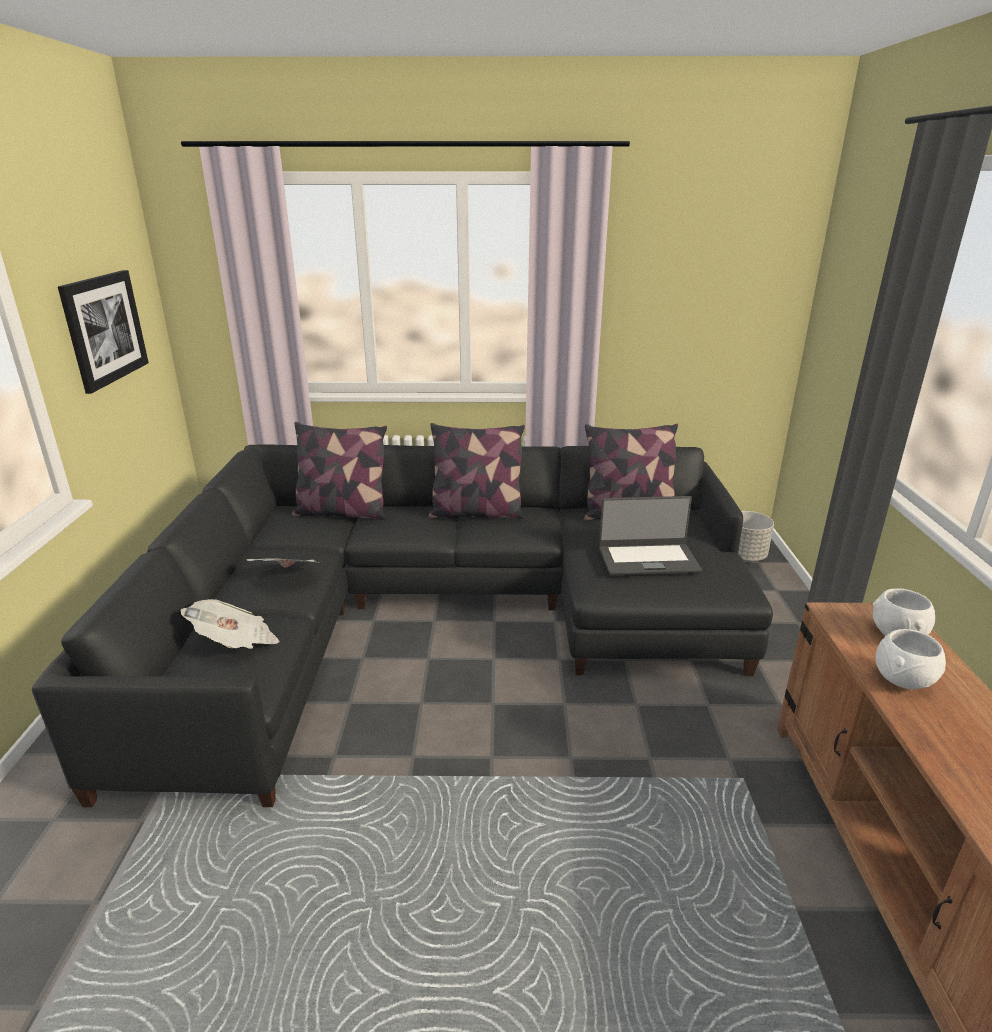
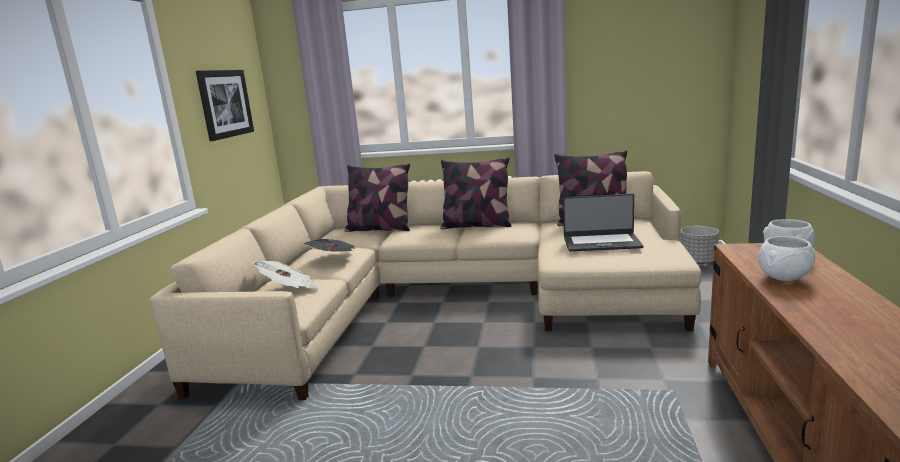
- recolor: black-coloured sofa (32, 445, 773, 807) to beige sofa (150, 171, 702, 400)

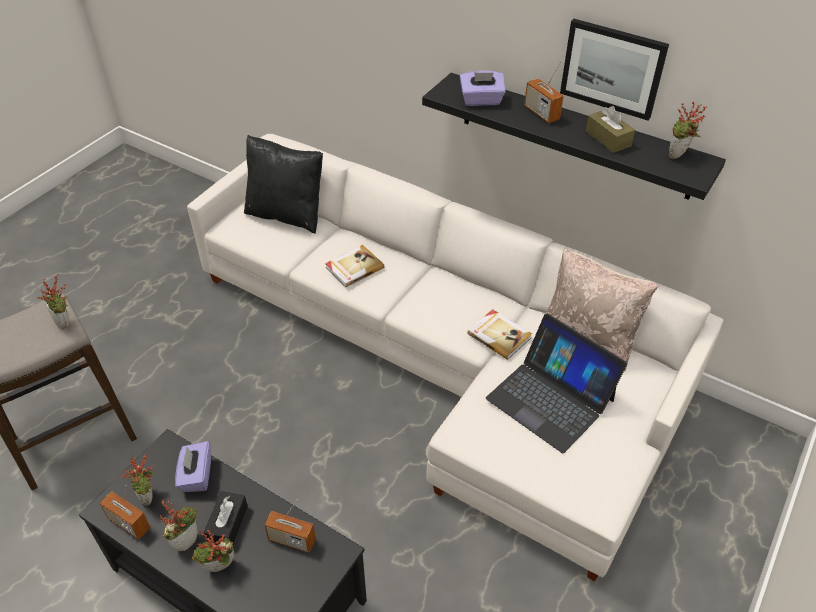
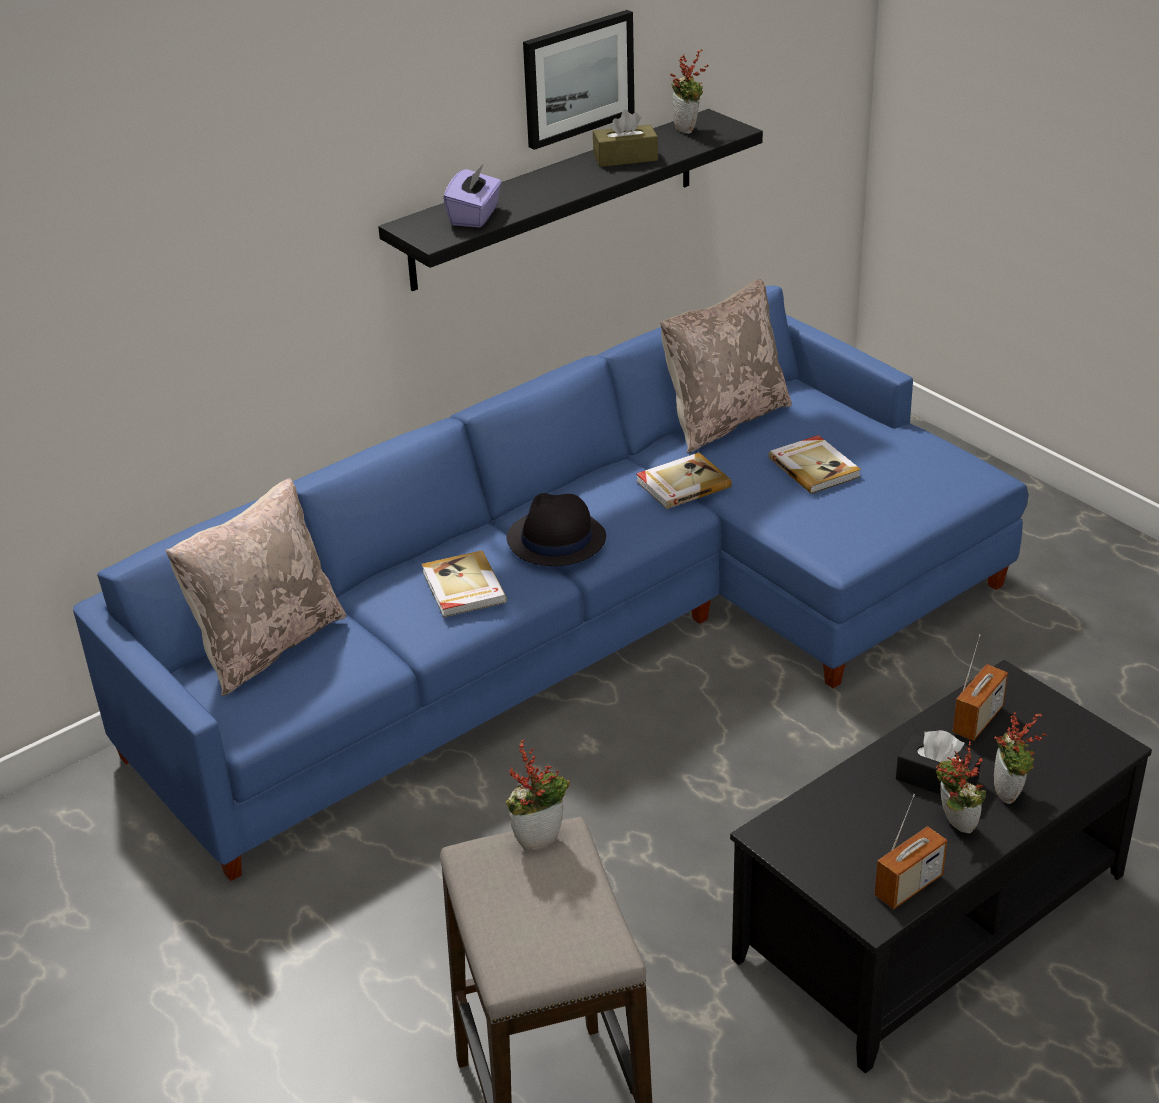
- delete: houseplant (121, 455, 155, 506)
- delete: purple-coloured box of tissues (175, 441, 211, 492)
- recolor: white sofa (187, 134, 723, 581) to blue-coloured sofa (73, 286, 1029, 881)
- recolor: black-coloured pillow (244, 135, 323, 234) to beige pillow (166, 478, 346, 696)
- replace: laptop (486, 314, 627, 453) to bound book (769, 435, 861, 494)
- delete: radio receiver (524, 61, 564, 123)
- insert: black-coloured clothing hat (506, 493, 606, 566)

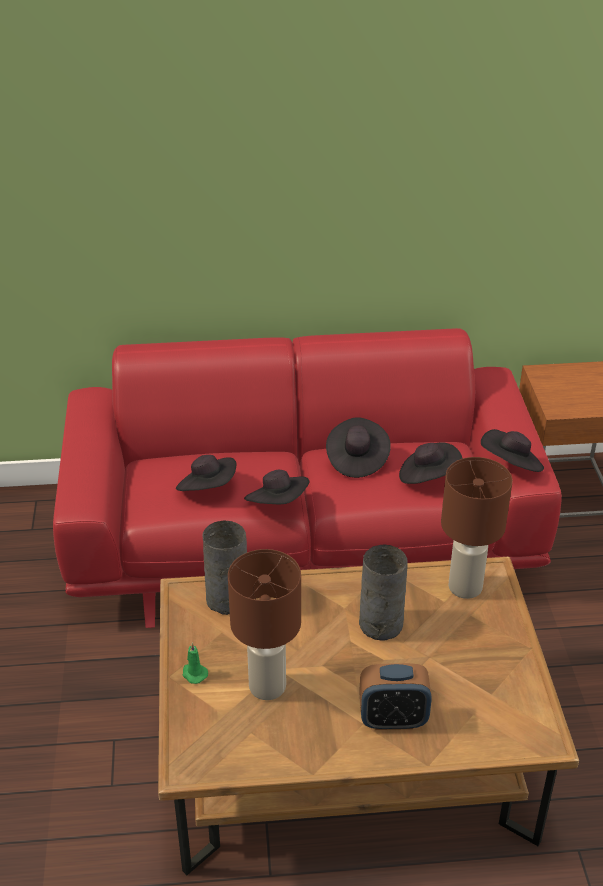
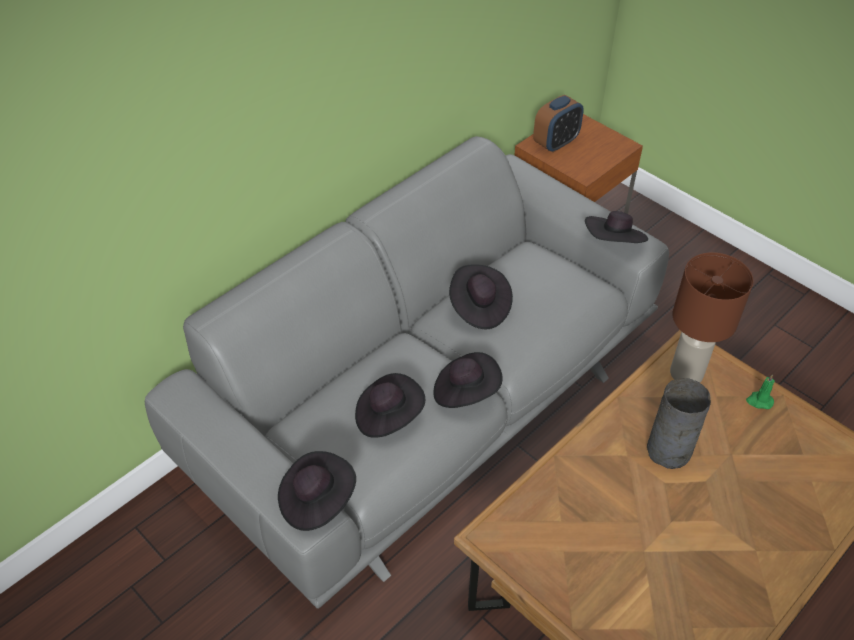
- recolor: reddish sofa (53, 328, 562, 628) to gray sofa (145, 136, 669, 609)
- move: green candle (182, 643, 208, 684) to (746, 374, 775, 409)
- delete: gray flower vase (203, 521, 247, 615)
- delete: brown tabletop lamp (228, 549, 301, 700)
- move: alarm clock (359, 663, 432, 730) to (533, 95, 584, 153)
- move: black-coloured clothing hat (399, 442, 462, 484) to (278, 451, 356, 531)

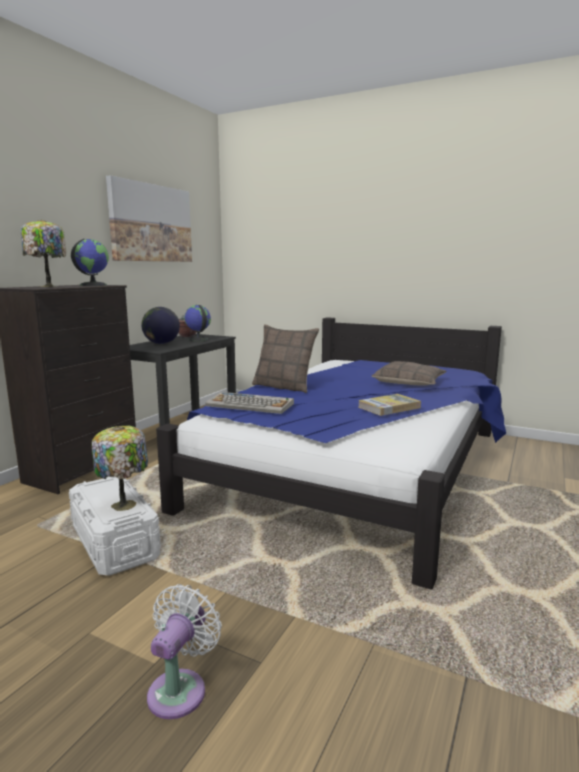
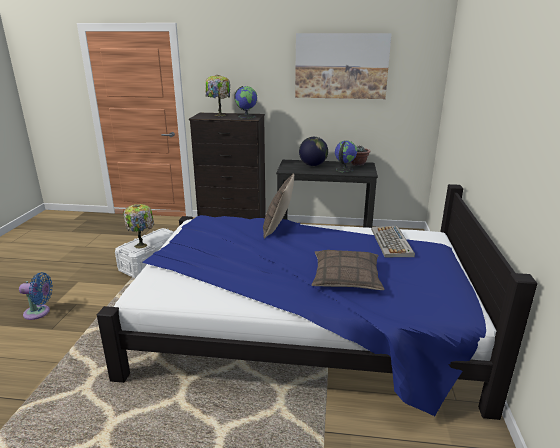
- recolor: white cooling fan (147, 584, 222, 719) to blue-coloured cooling fan (19, 272, 53, 320)
- move: keyboard (205, 392, 294, 414) to (371, 226, 415, 257)
- delete: bound book (358, 394, 421, 416)

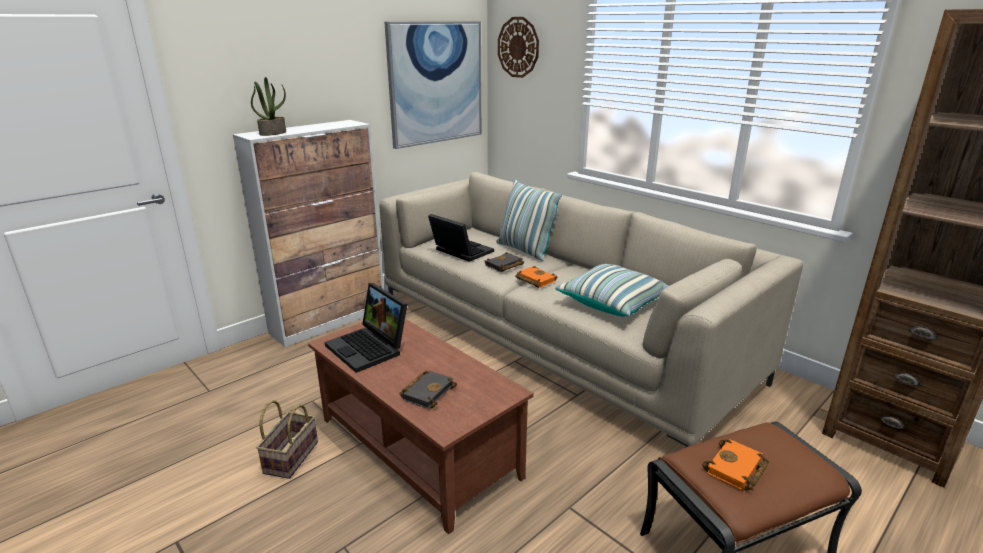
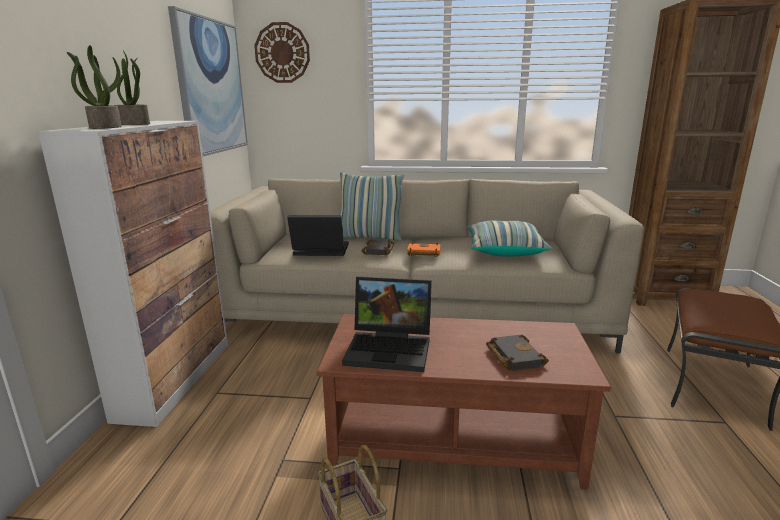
- delete: orange-coloured bound book (702, 439, 769, 491)
- insert: houseplant (116, 50, 150, 125)

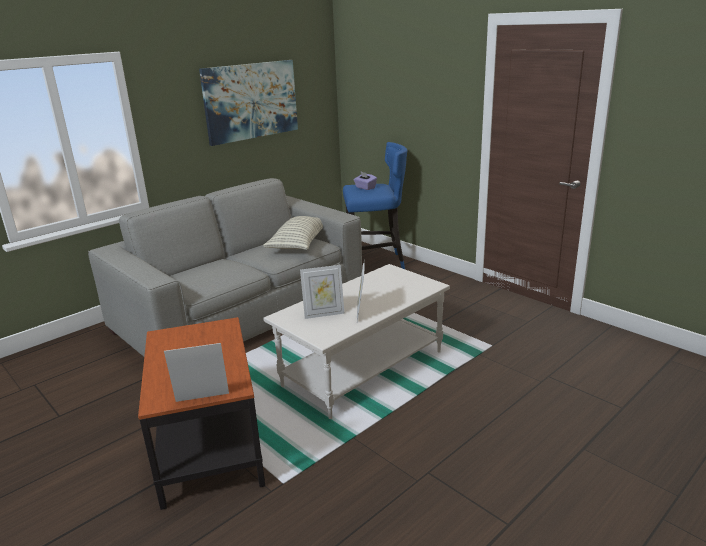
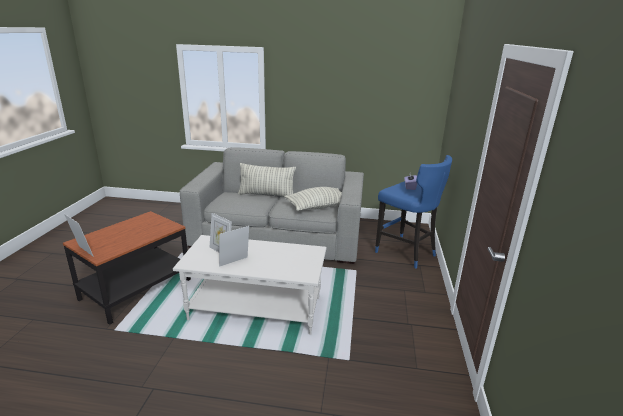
- delete: picture (199, 60, 298, 146)
- insert: pillow (238, 163, 296, 197)

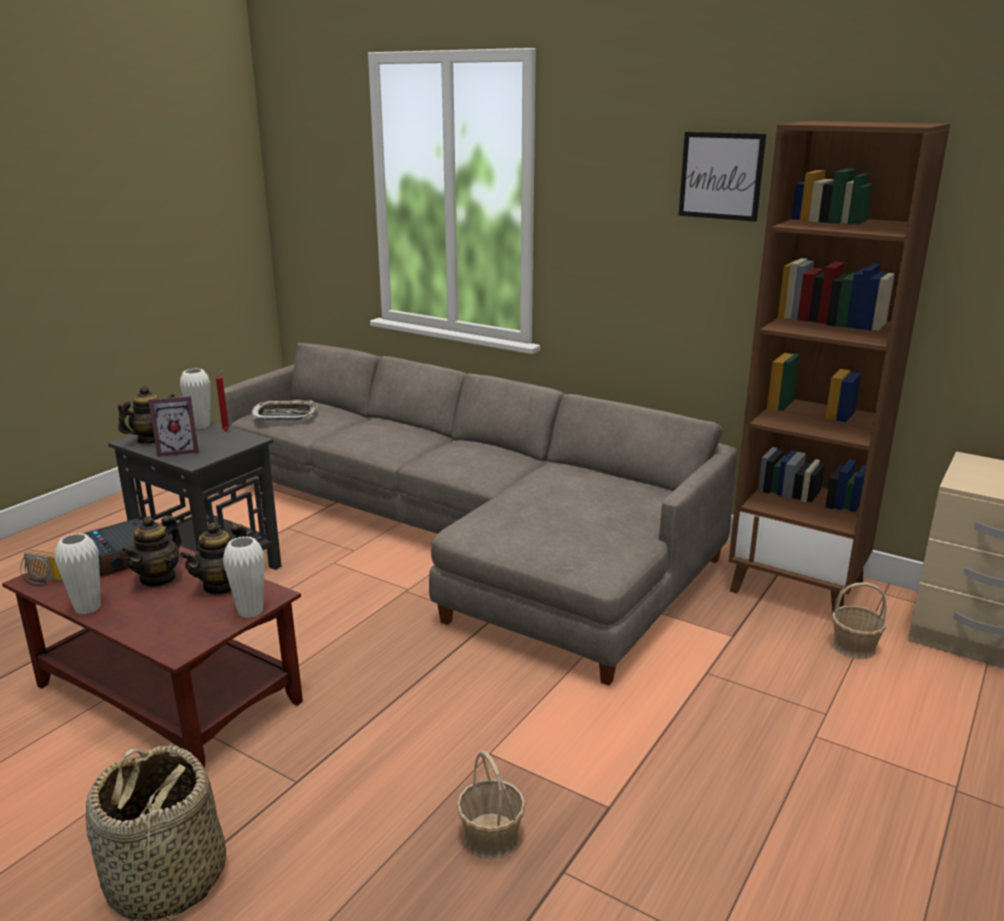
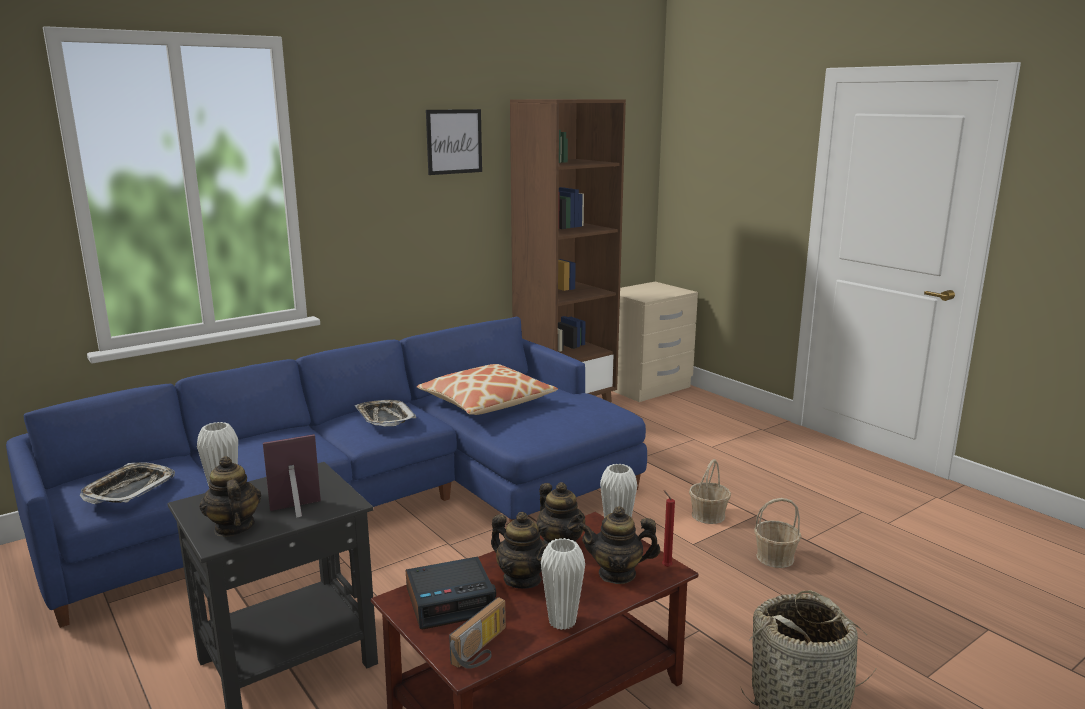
- rotate: standing frame (148, 396, 199, 457) = (263, 434, 321, 518) 120 degrees counterclockwise
- move: reddish candle (216, 370, 229, 431) to (662, 490, 675, 567)
- recolor: gray sofa (224, 343, 737, 686) to blue-coloured sofa (6, 317, 647, 628)
- move: household basket (832, 582, 887, 659) to (689, 459, 731, 524)
- insert: carrying tray (355, 400, 416, 426)
- insert: pillow (417, 364, 558, 415)
- insert: teapot (578, 506, 660, 584)

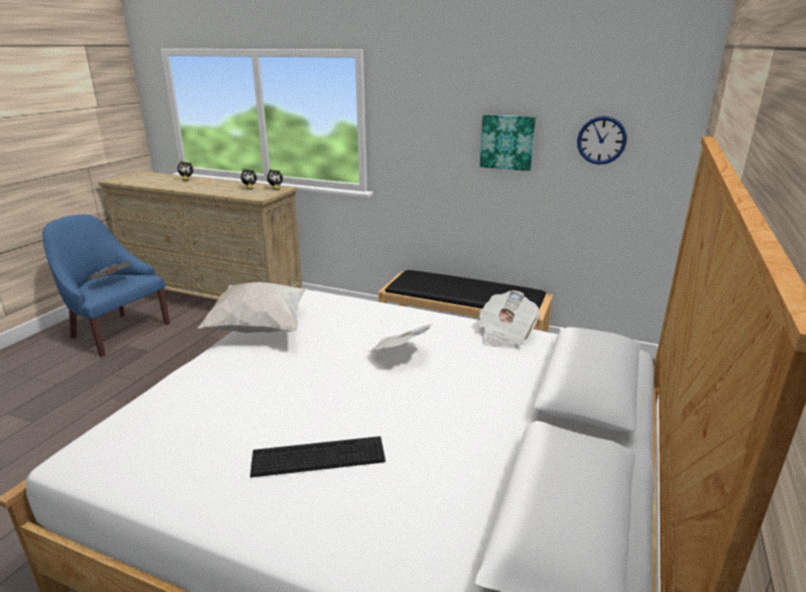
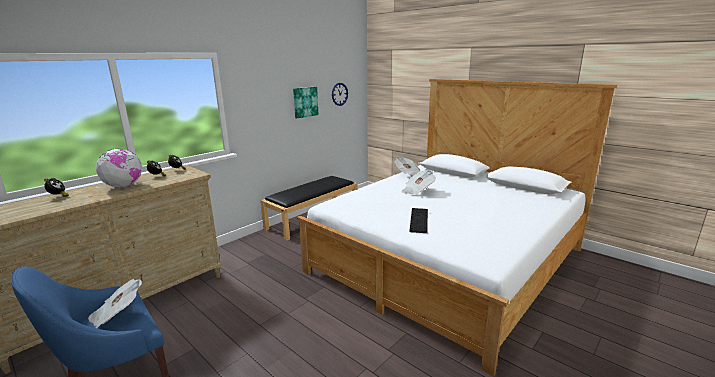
- delete: white pillow (198, 282, 308, 333)
- move: keyboard (250, 436, 386, 477) to (409, 208, 428, 233)
- insert: world globe (96, 149, 142, 188)

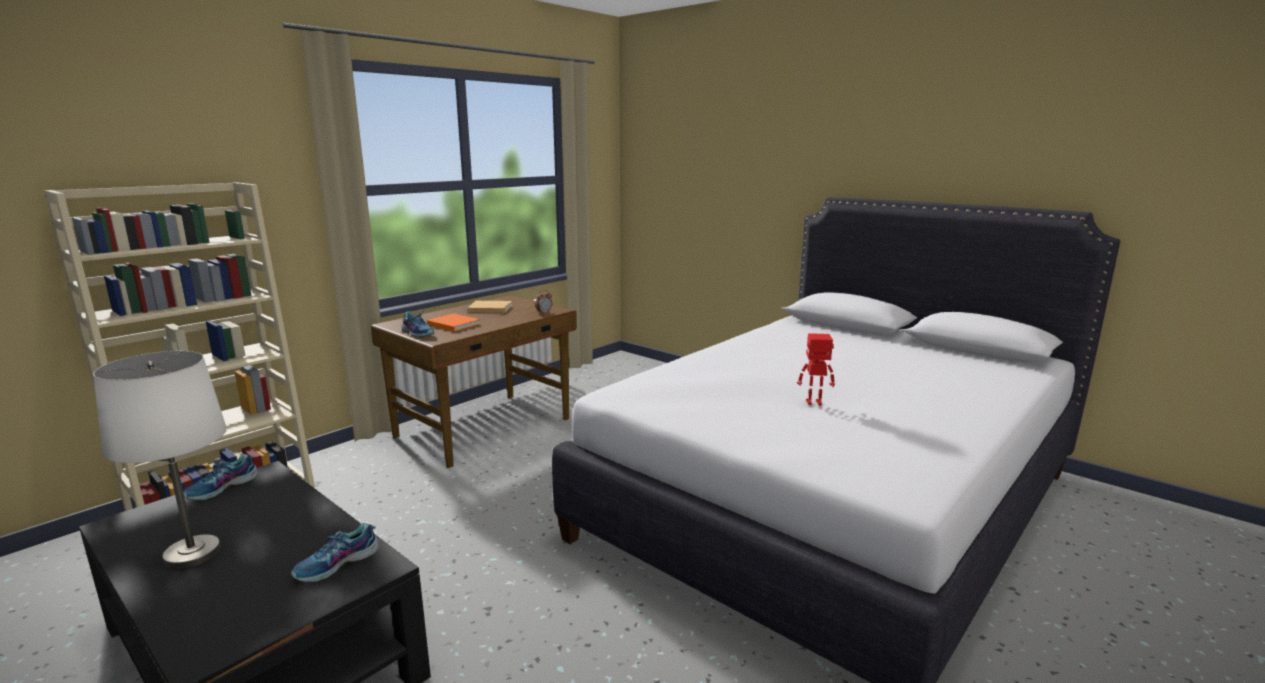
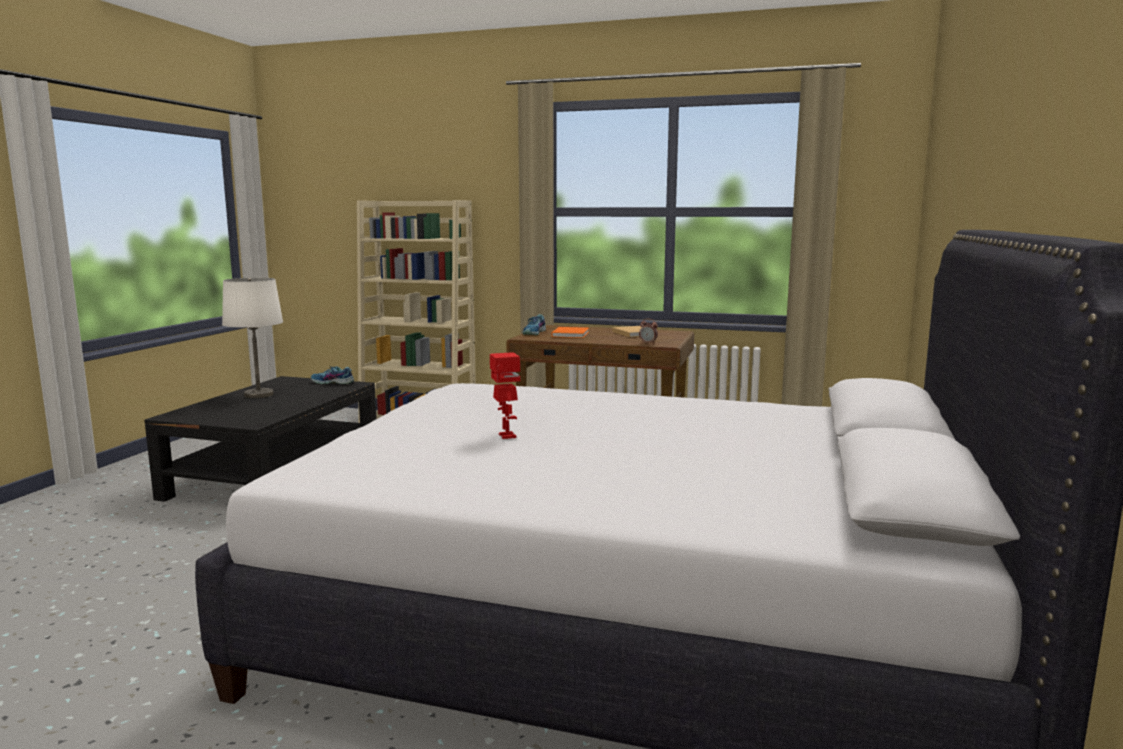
- delete: low shoe (291, 523, 379, 582)

